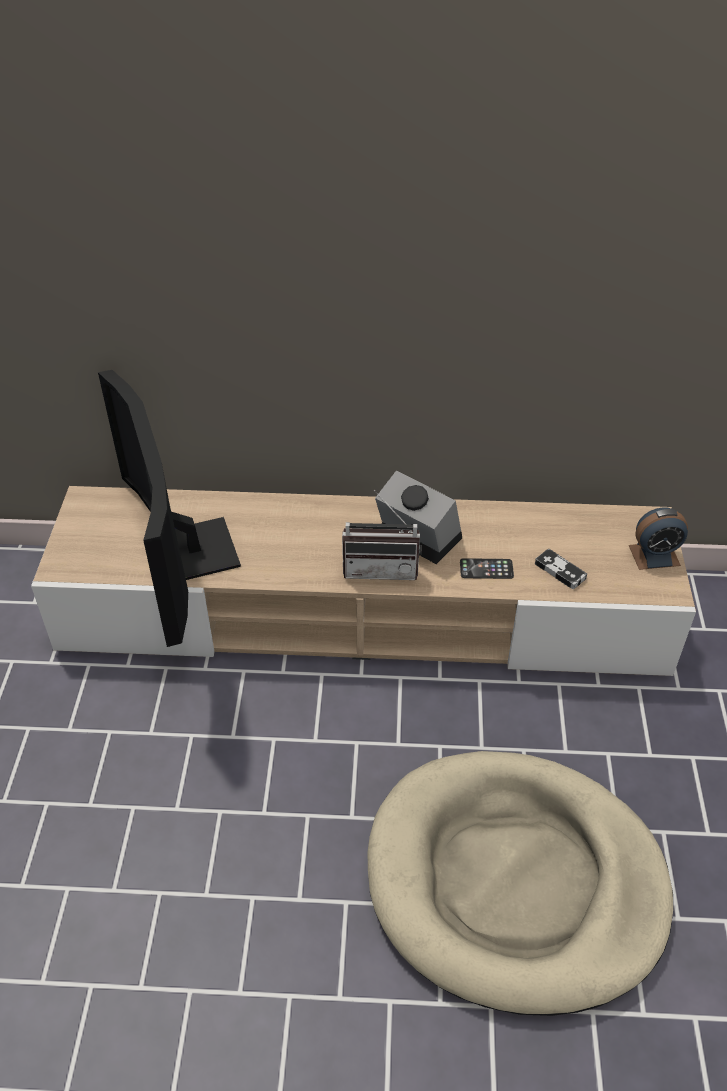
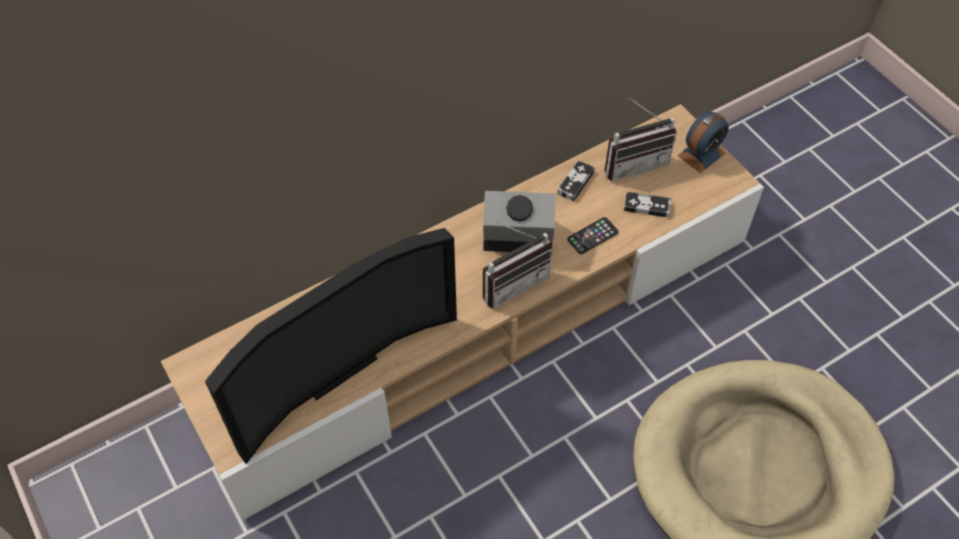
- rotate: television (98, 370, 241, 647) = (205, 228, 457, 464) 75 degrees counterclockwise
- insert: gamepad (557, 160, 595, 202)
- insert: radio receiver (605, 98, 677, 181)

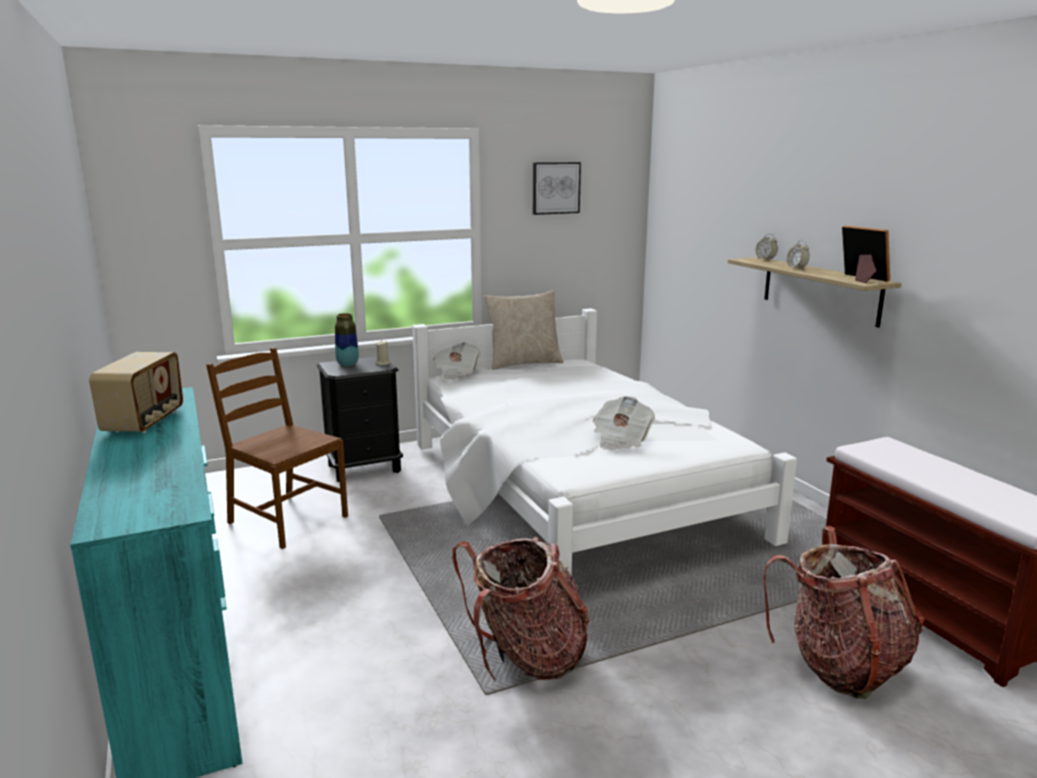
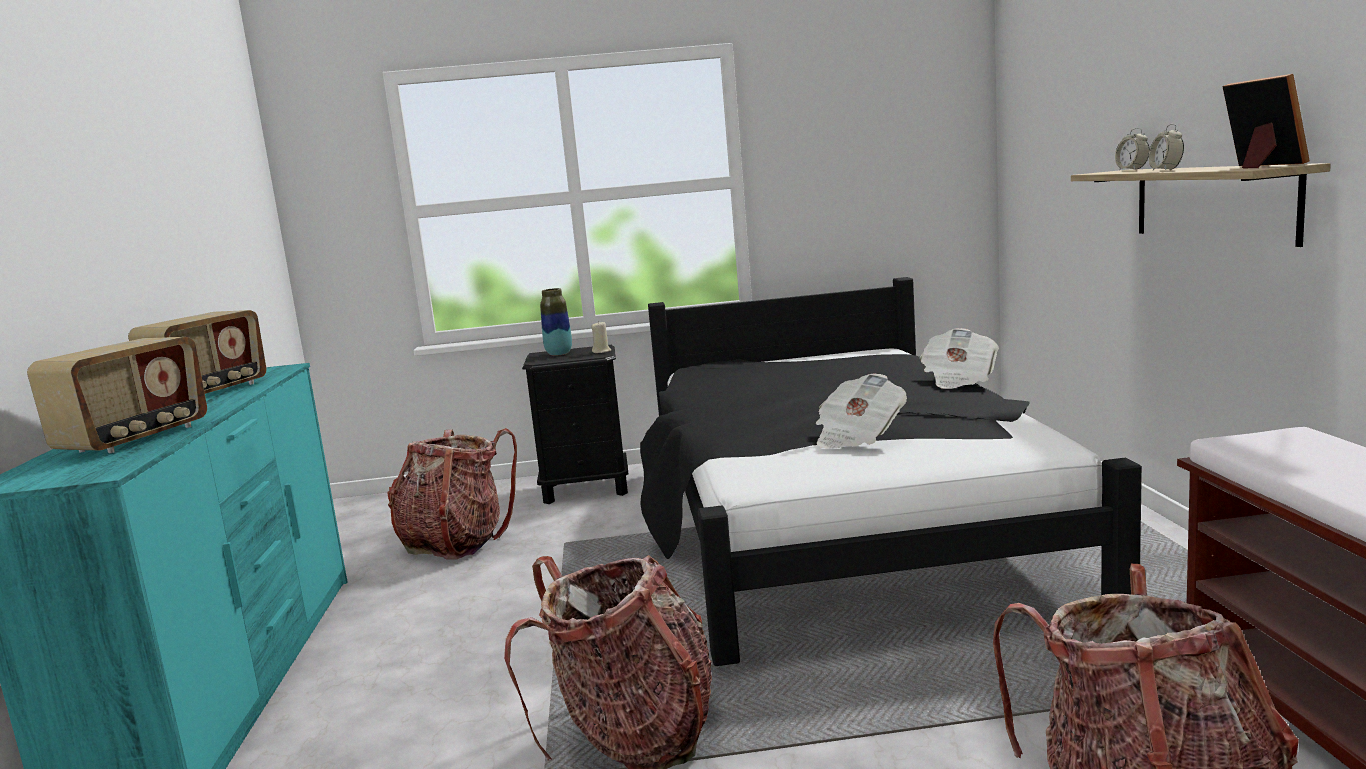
- replace: brown upright chair (206, 348, 348, 549) to backpack (387, 428, 517, 560)
- recolor: white bed (412, 308, 797, 576) to black-coloured bed (640, 277, 1142, 666)
- move: printed paper (433, 342, 481, 379) to (920, 328, 999, 389)
- delete: beige pillow (484, 290, 564, 370)
- delete: picture (533, 162, 581, 215)
- insert: radio receiver (27, 337, 207, 453)

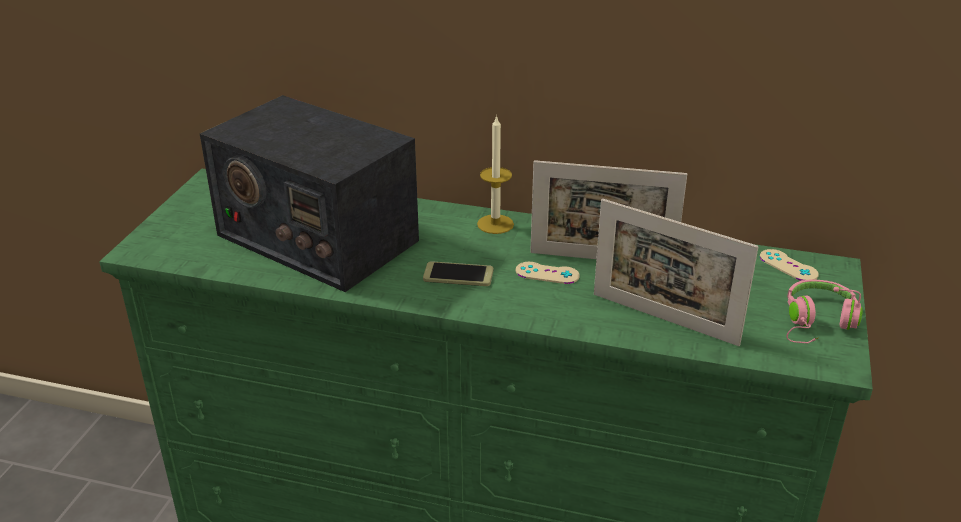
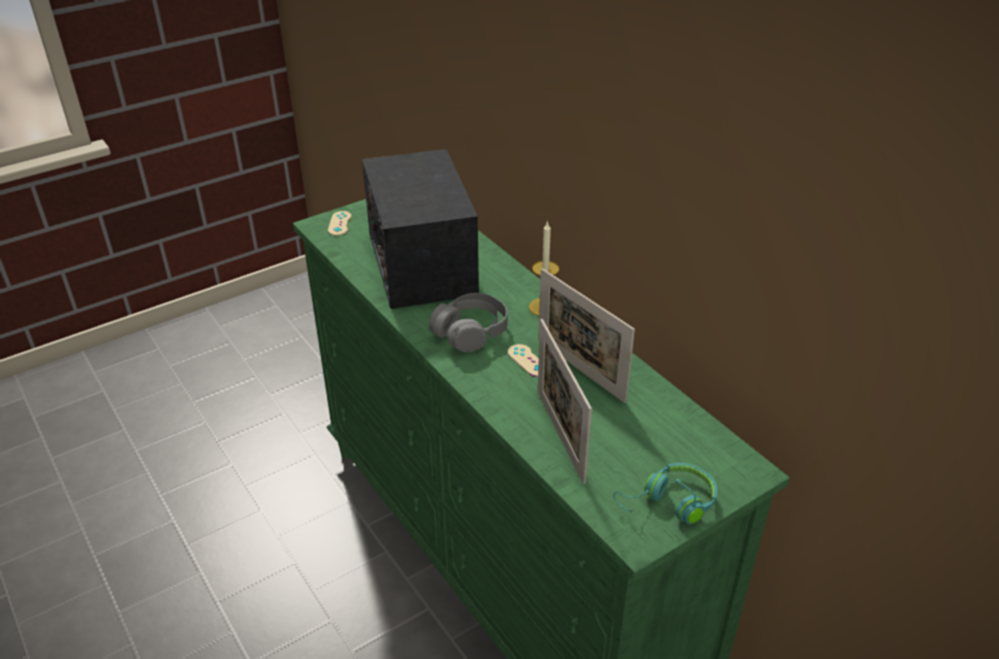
- replace: telephone (423, 261, 493, 286) to gray headphones (429, 293, 508, 352)
- move: beige gamepad (760, 249, 819, 281) to (328, 211, 352, 236)
- recolor: pink-coloured headphones (787, 279, 863, 343) to blue-green headphones (614, 463, 718, 524)

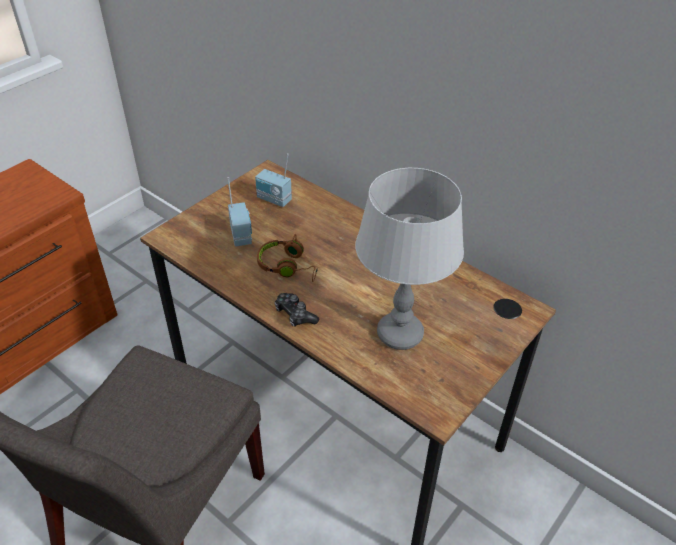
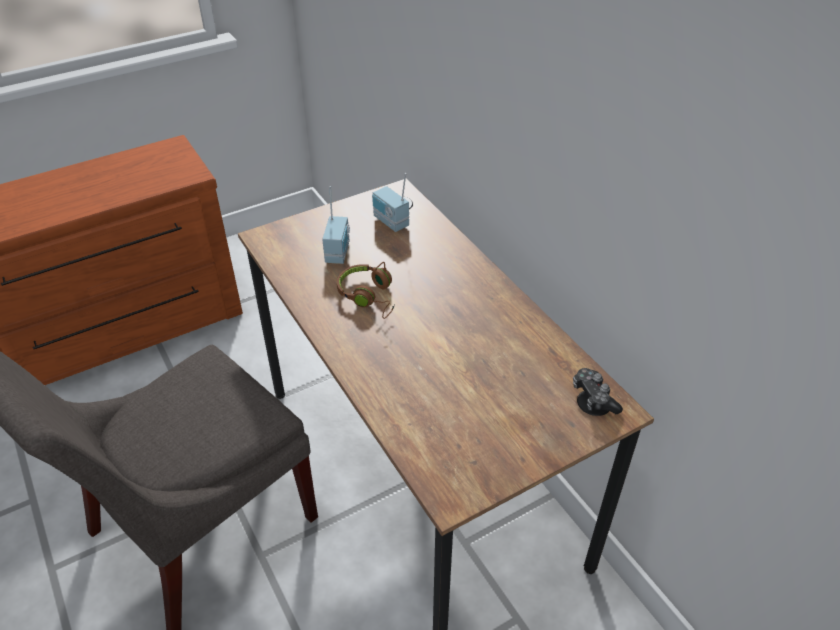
- move: gamepad (274, 293, 319, 326) to (573, 368, 623, 414)
- delete: gray tabletop lamp (356, 168, 464, 350)

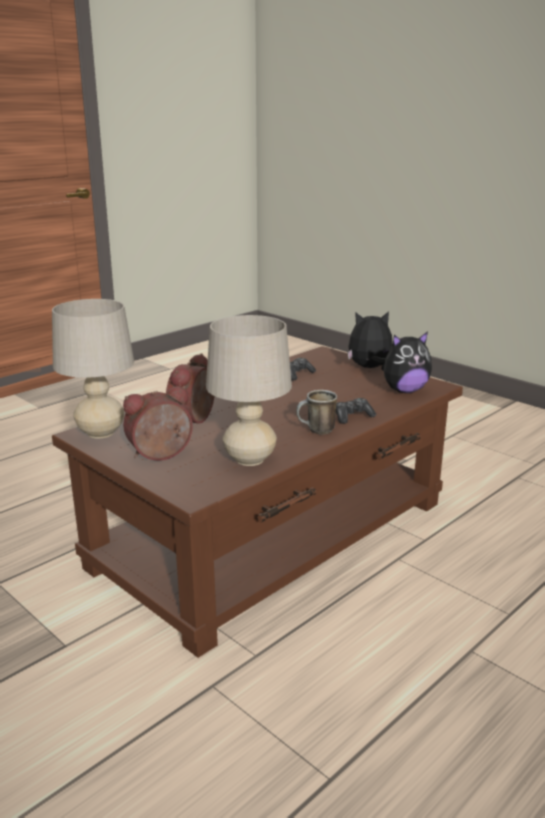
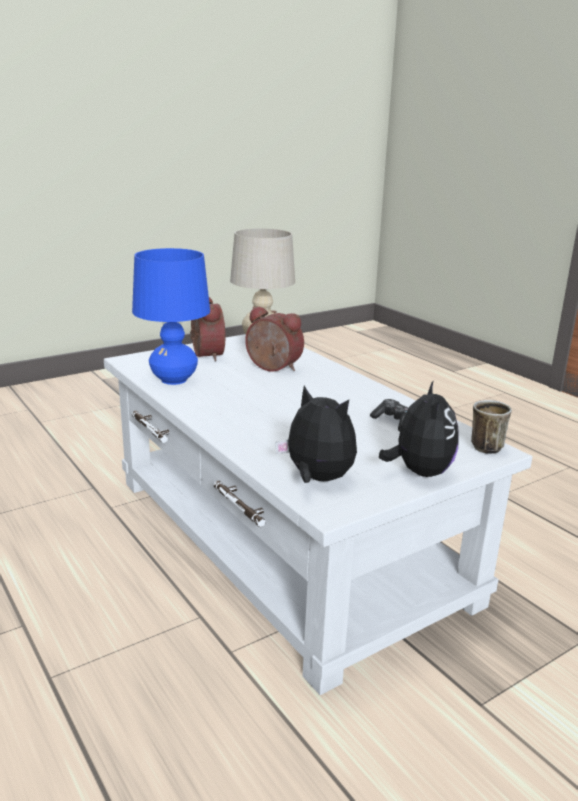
- recolor: brown coffee table (52, 346, 463, 658) to white coffee table (104, 334, 532, 695)
- recolor: beige tabletop lamp (206, 315, 292, 466) to blue-coloured tabletop lamp (132, 248, 210, 385)
- move: coffee mug (296, 390, 337, 434) to (471, 400, 512, 454)
- delete: gamepad (336, 398, 376, 424)
- rotate: soft toy (381, 332, 432, 393) = (275, 386, 357, 483) 135 degrees clockwise

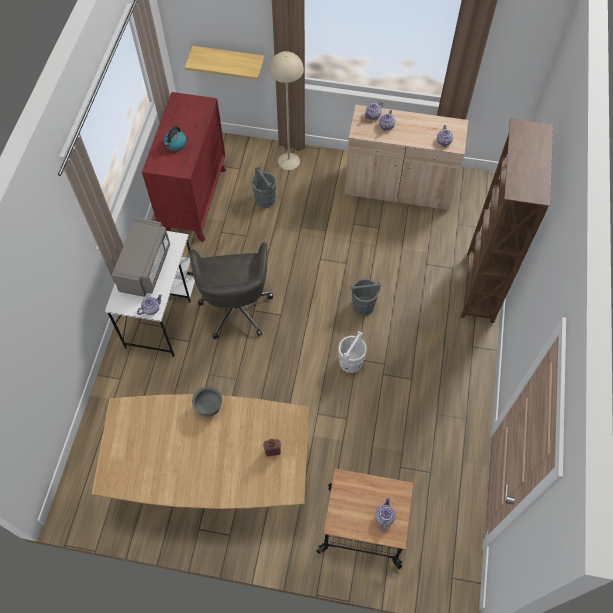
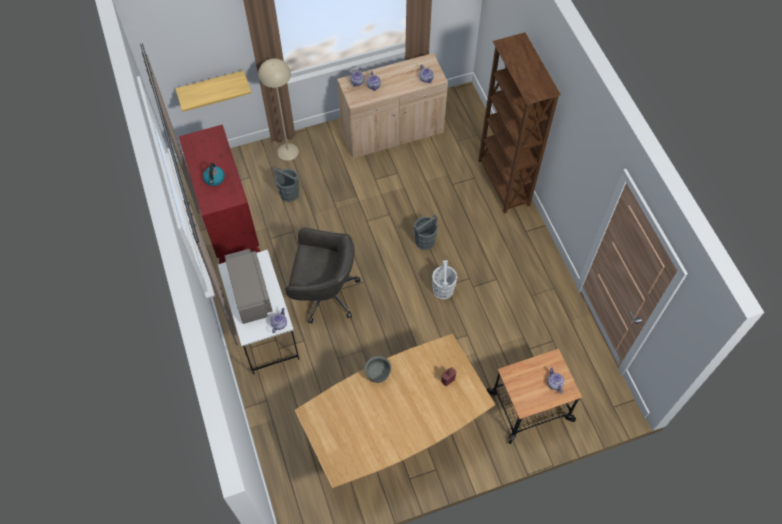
- rotate: gray computer chair (189, 242, 273, 339) = (285, 228, 361, 324) 45 degrees counterclockwise

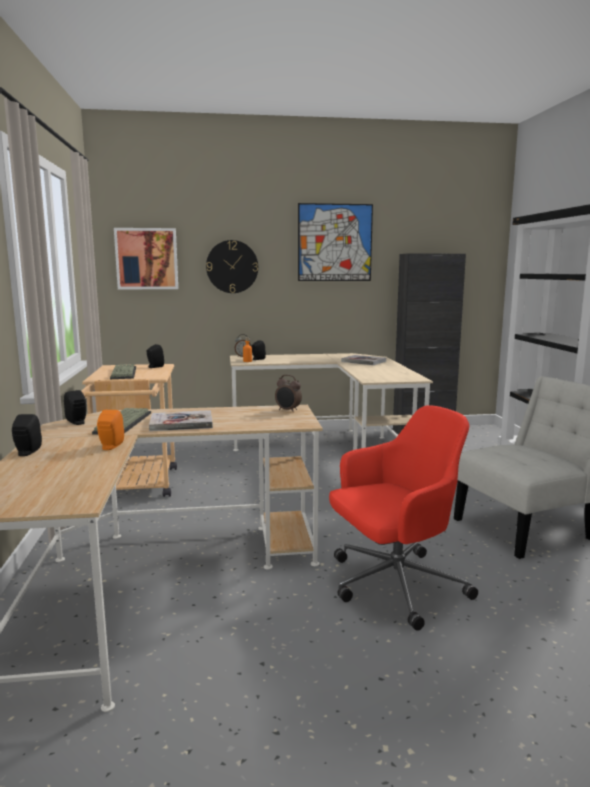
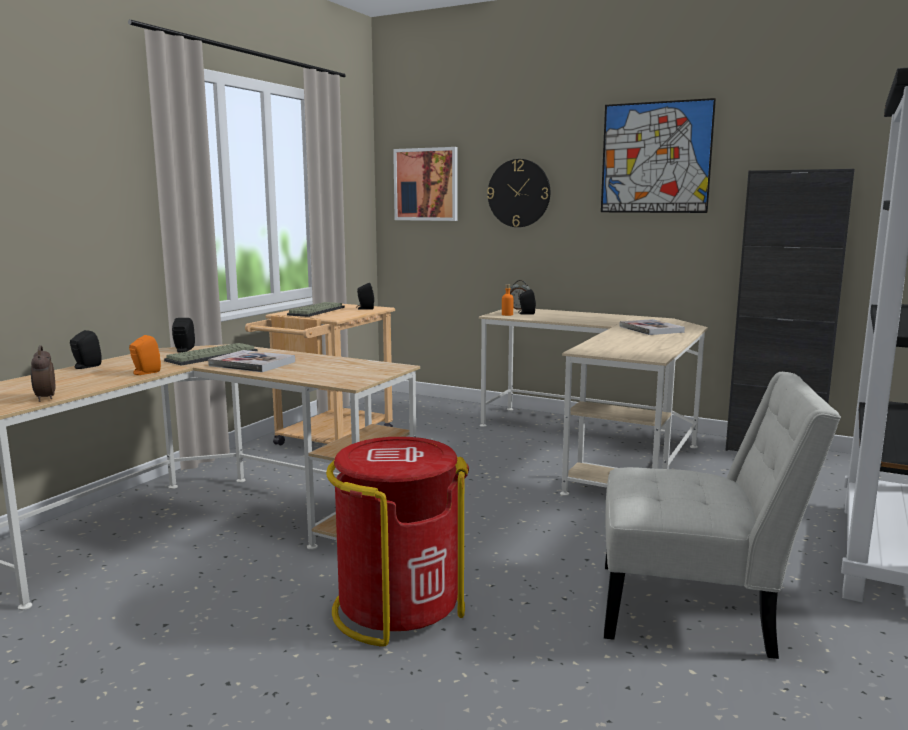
- move: alarm clock (275, 375, 302, 412) to (31, 345, 55, 402)
- replace: reddish computer chair (329, 405, 478, 631) to reddish rubbish bin (326, 437, 469, 647)

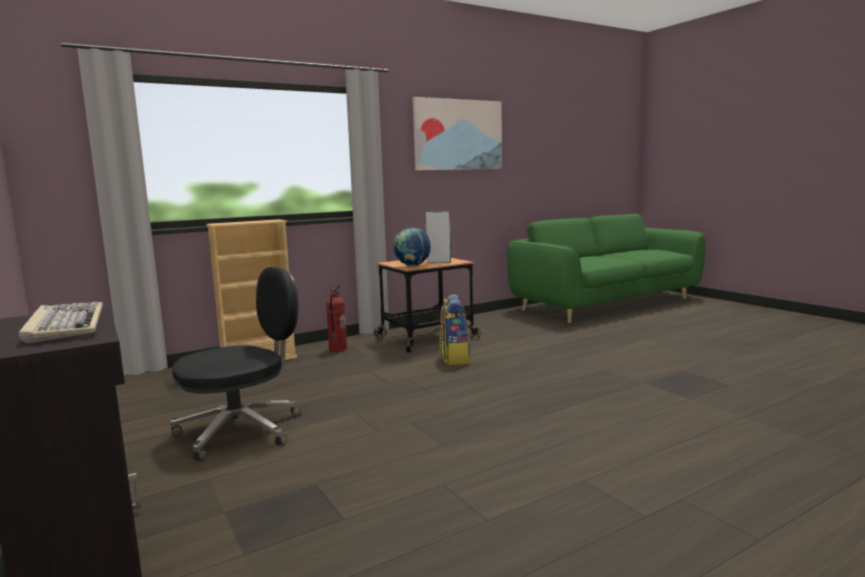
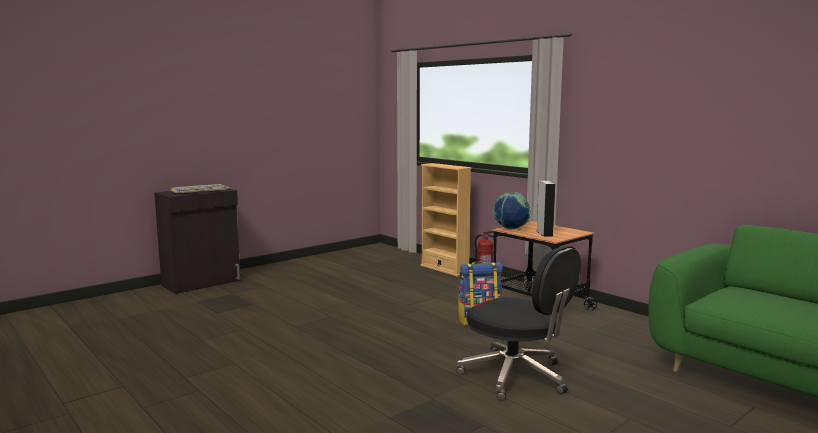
- move: black-coloured computer chair (170, 267, 301, 461) to (456, 245, 581, 401)
- delete: picture (413, 97, 502, 171)

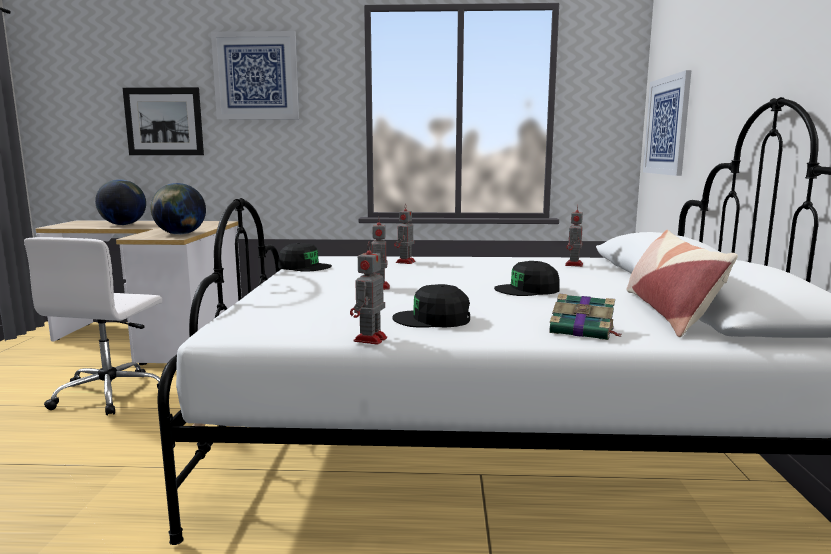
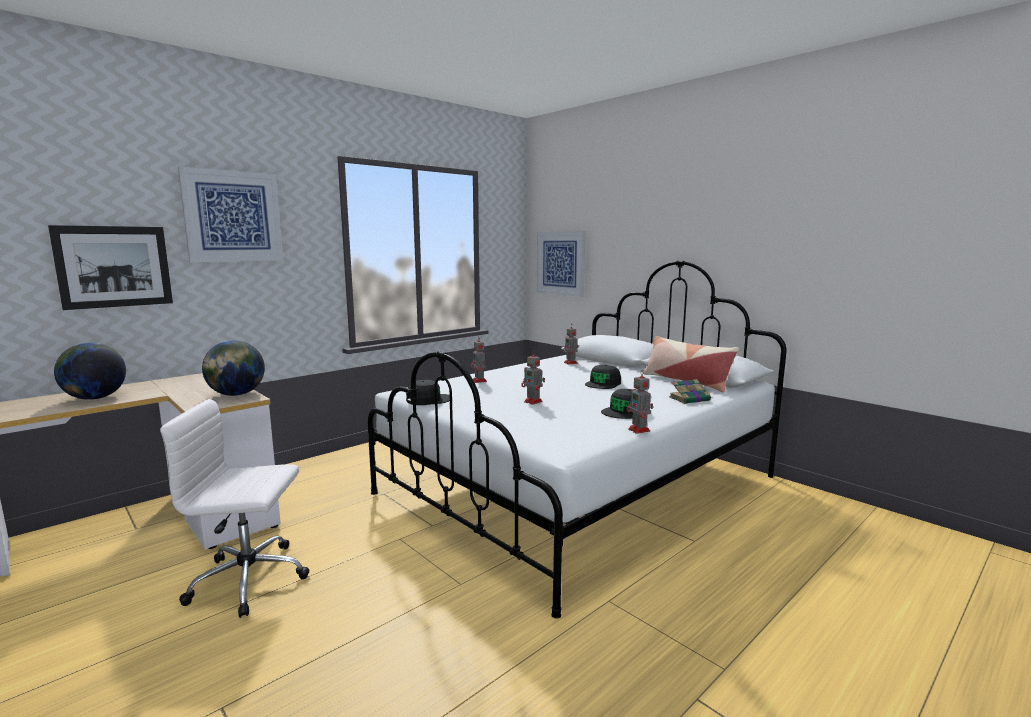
- rotate: white computer chair (24, 237, 162, 416) = (160, 399, 309, 618) 120 degrees clockwise

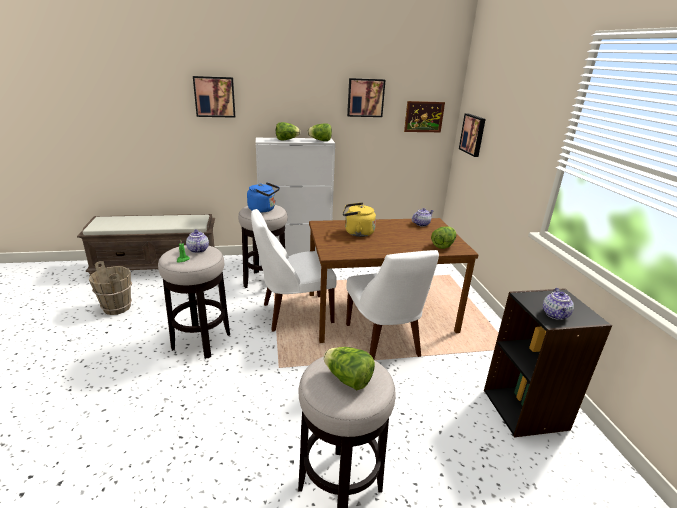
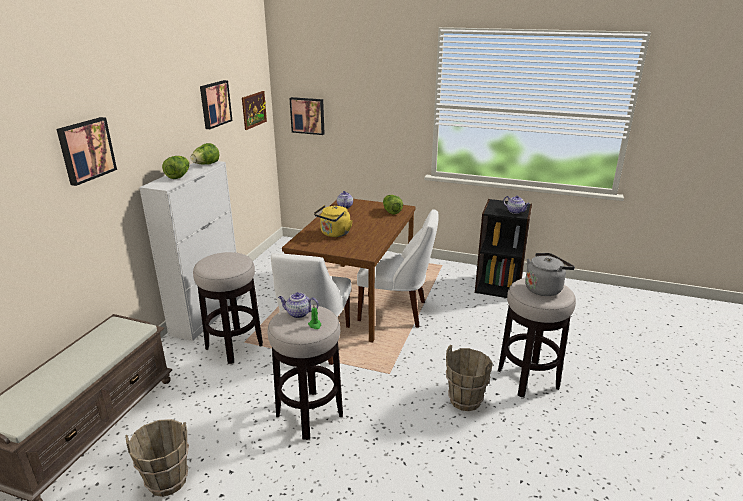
- delete: blue-coloured tea kettle (247, 182, 280, 212)
- replace: lettuce (323, 347, 375, 390) to gray tea kettle (525, 253, 575, 296)
- insert: brown bucket (446, 345, 493, 411)

